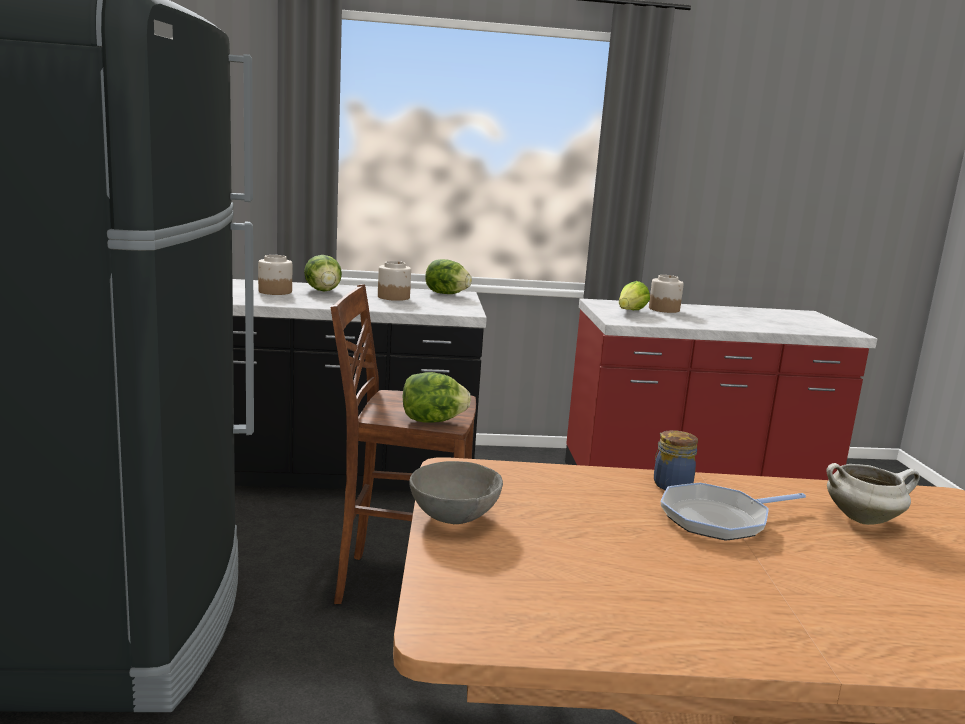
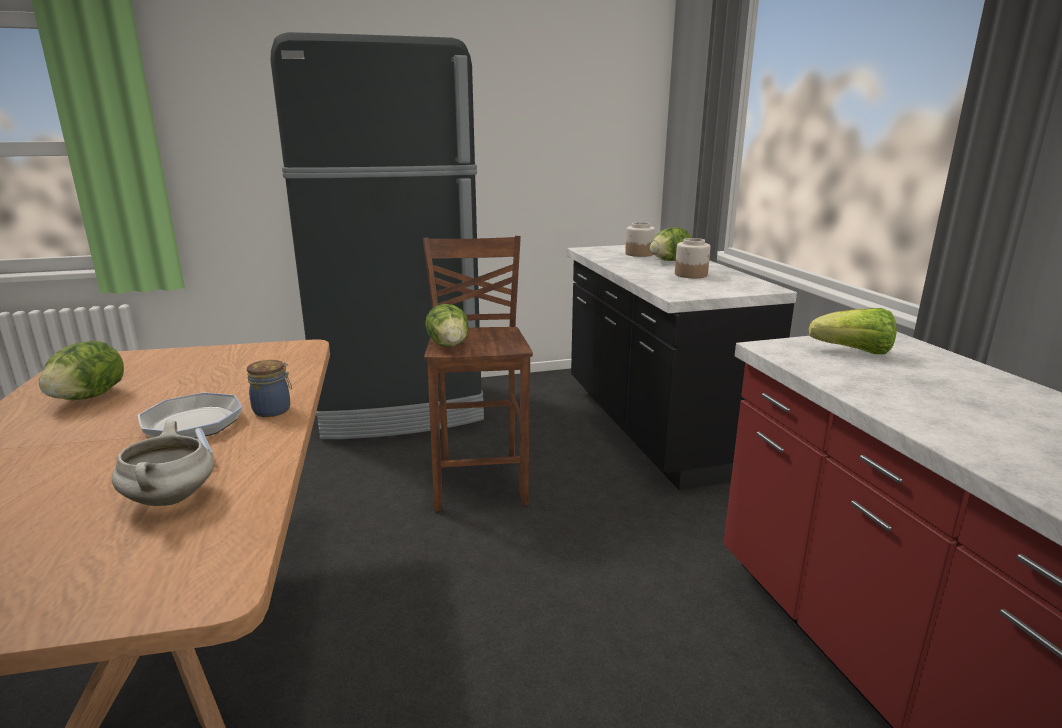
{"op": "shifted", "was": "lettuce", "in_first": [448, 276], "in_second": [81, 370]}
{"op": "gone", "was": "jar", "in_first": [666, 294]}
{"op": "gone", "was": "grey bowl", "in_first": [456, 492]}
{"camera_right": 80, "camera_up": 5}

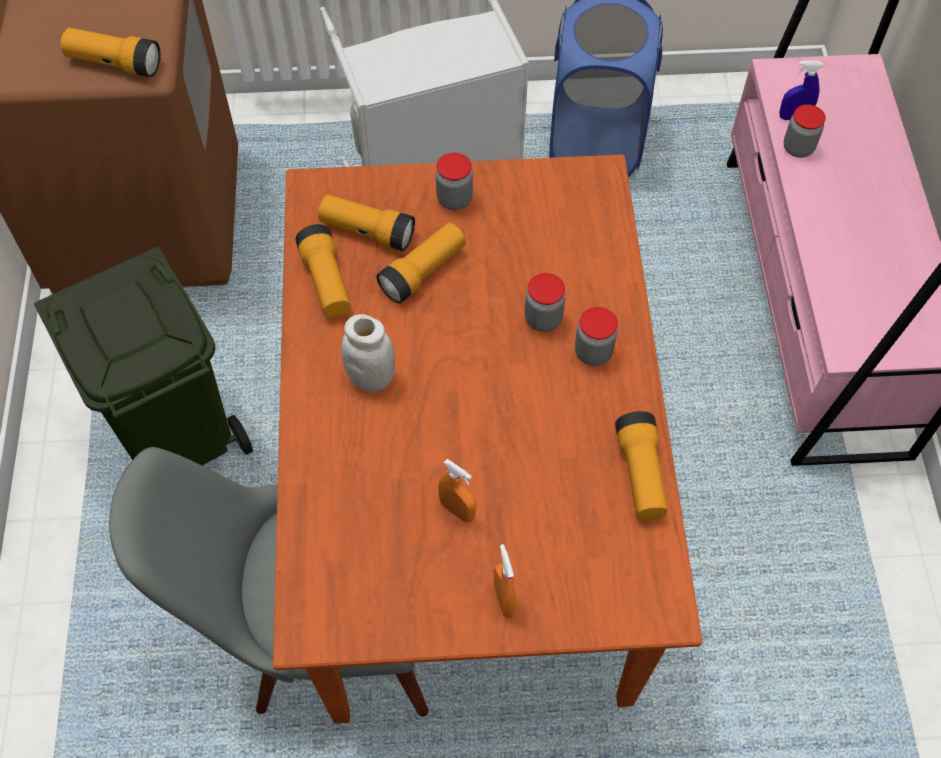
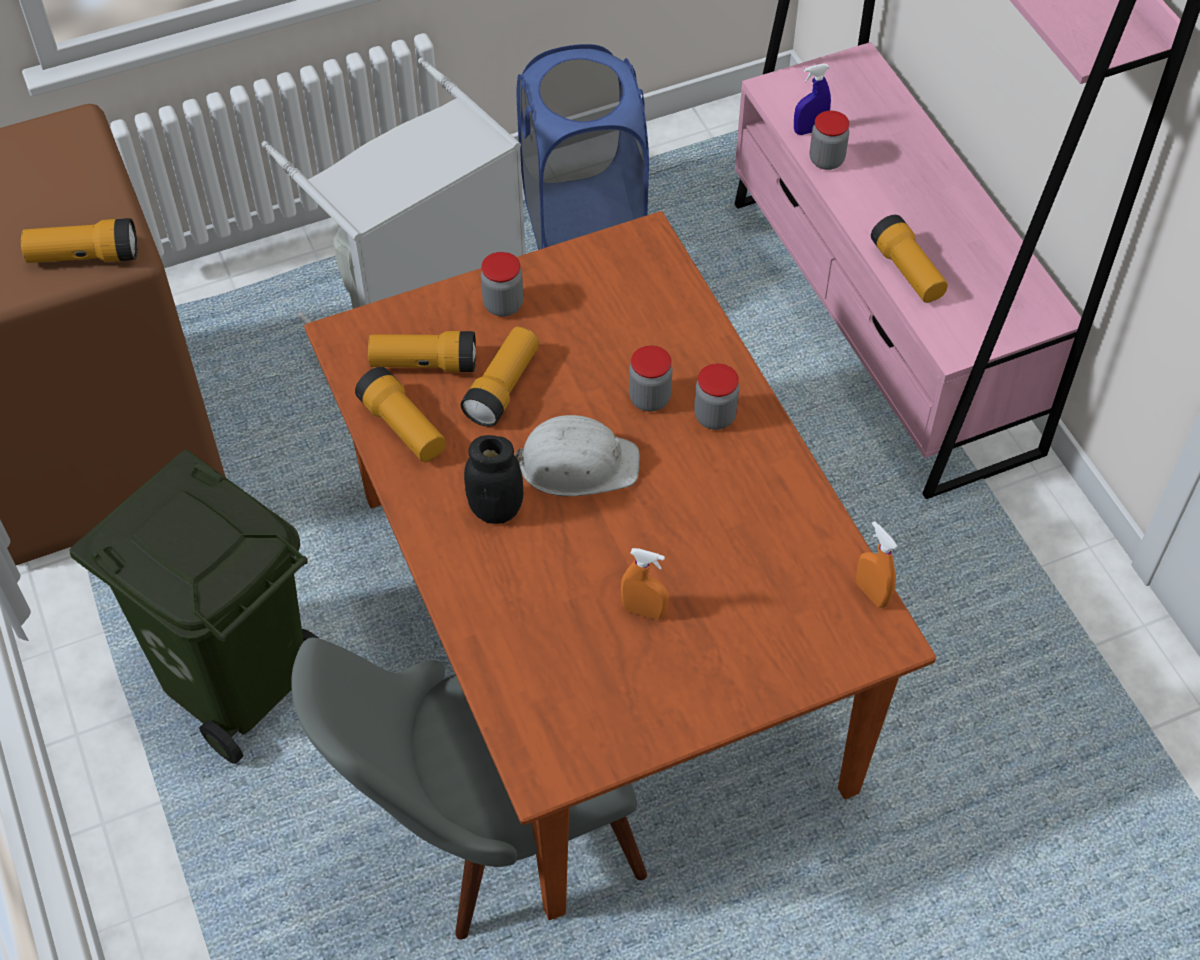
{"op": "repainted", "was": "white jar", "now": "black jar", "in_first": [368, 353], "in_second": [493, 479]}
{"op": "shifted", "was": "flashlight", "in_first": [641, 465], "in_second": [909, 259]}
{"op": "shifted", "was": "orange spray bottle", "in_first": [505, 581], "in_second": [876, 564]}
{"op": "new", "now": "white hard hat", "in_second": [577, 455]}
{"camera_right": -20, "camera_up": -5}

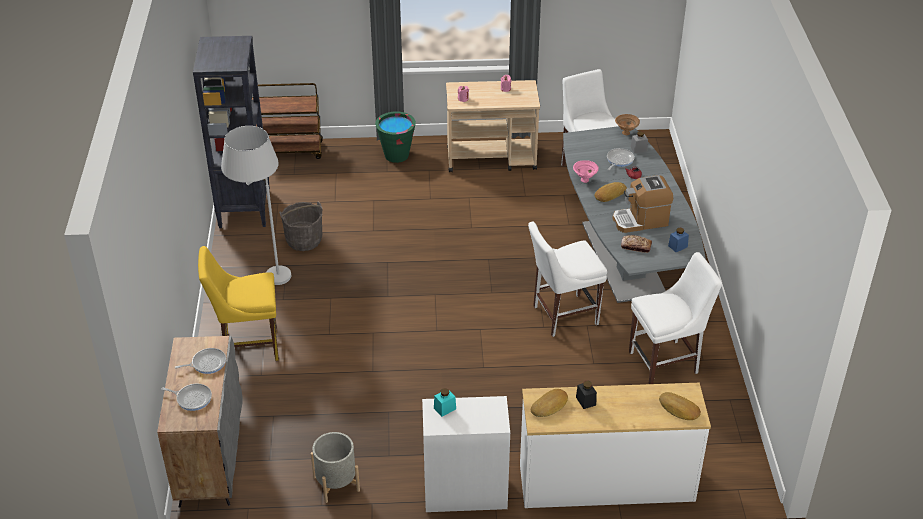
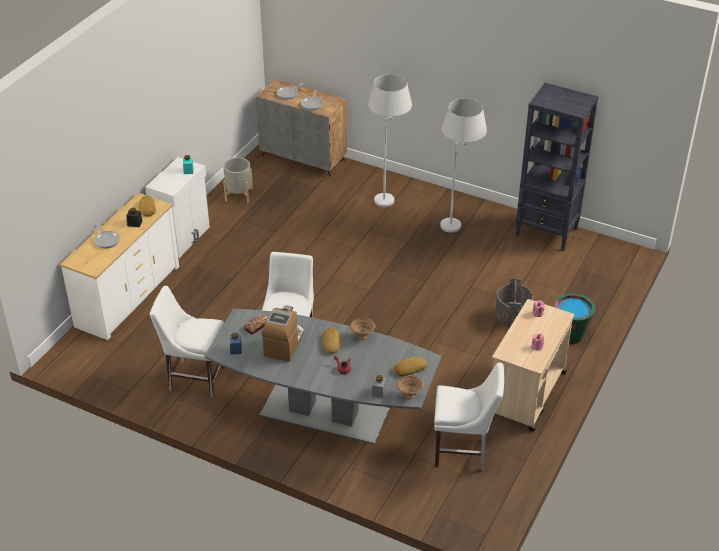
{"op": "gone", "was": "brown cart", "in_first": [287, 121]}
{"op": "shifted", "was": "frying pan", "in_first": [620, 159], "in_second": [107, 236]}
{"op": "repainted", "was": "pink bowl", "now": "brown bowl", "in_first": [586, 171], "in_second": [362, 329]}
{"op": "shifted", "was": "grey bucket", "in_first": [301, 226], "in_second": [515, 302]}
{"op": "swapped", "was": "yellow chair", "now": "white floor lamp", "in_first": [238, 303], "in_second": [390, 140]}
{"op": "rotated", "was": "white chair", "in_first": [675, 318], "in_second": [187, 341], "clockwise": 90}
{"op": "shifted", "was": "bread", "in_first": [680, 406], "in_second": [410, 366]}
{"camera_right": 120, "camera_up": 0}

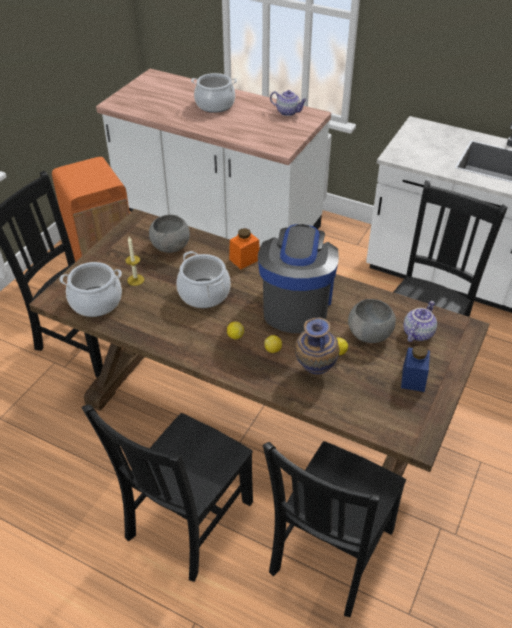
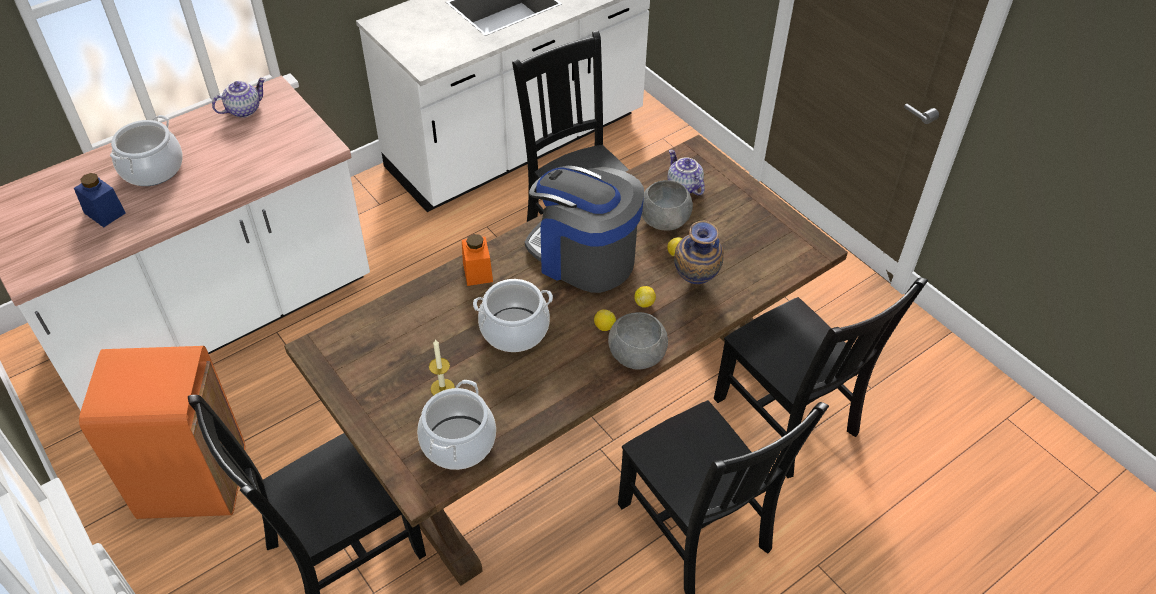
{"op": "shifted", "was": "grey bowl", "in_first": [169, 234], "in_second": [638, 341]}
{"op": "shifted", "was": "blue jar", "in_first": [415, 369], "in_second": [99, 200]}
{"camera_right": -65, "camera_up": 5}

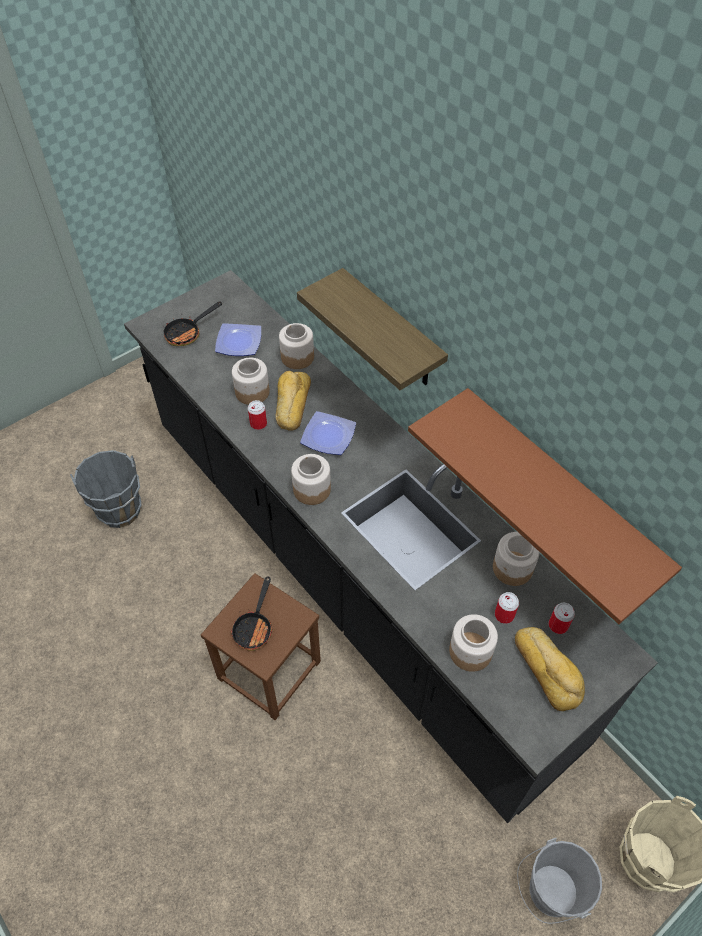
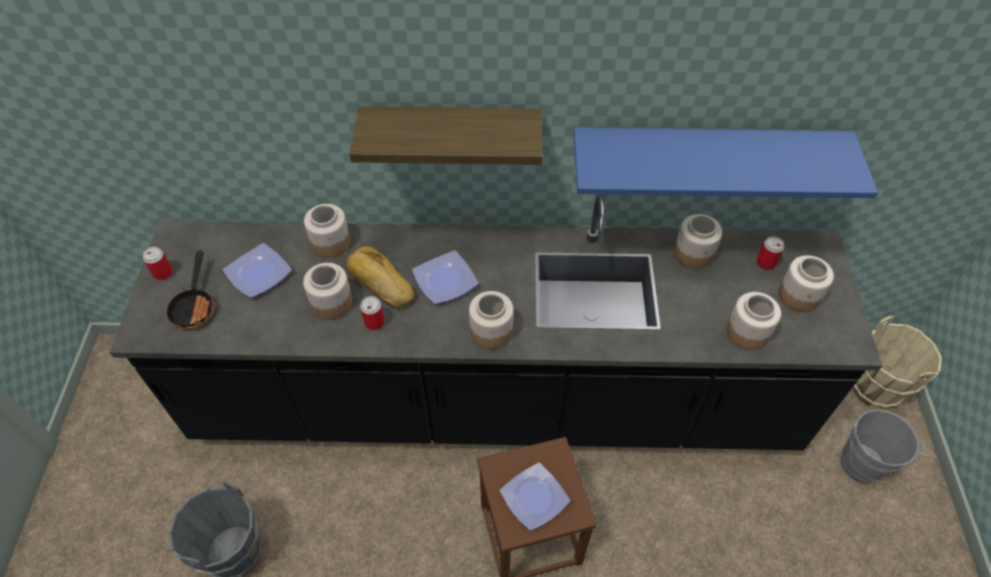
{"op": "repainted", "was": "brown shelf", "now": "blue shelf", "in_first": [545, 506], "in_second": [725, 162]}
{"op": "swapped", "was": "frying pan", "now": "plate", "in_first": [251, 613], "in_second": [535, 497]}
{"op": "shifted", "was": "can", "in_first": [507, 608], "in_second": [158, 263]}
{"op": "swapped", "was": "bread", "now": "jar", "in_first": [550, 669], "in_second": [806, 283]}
{"camera_right": -50, "camera_up": 0}

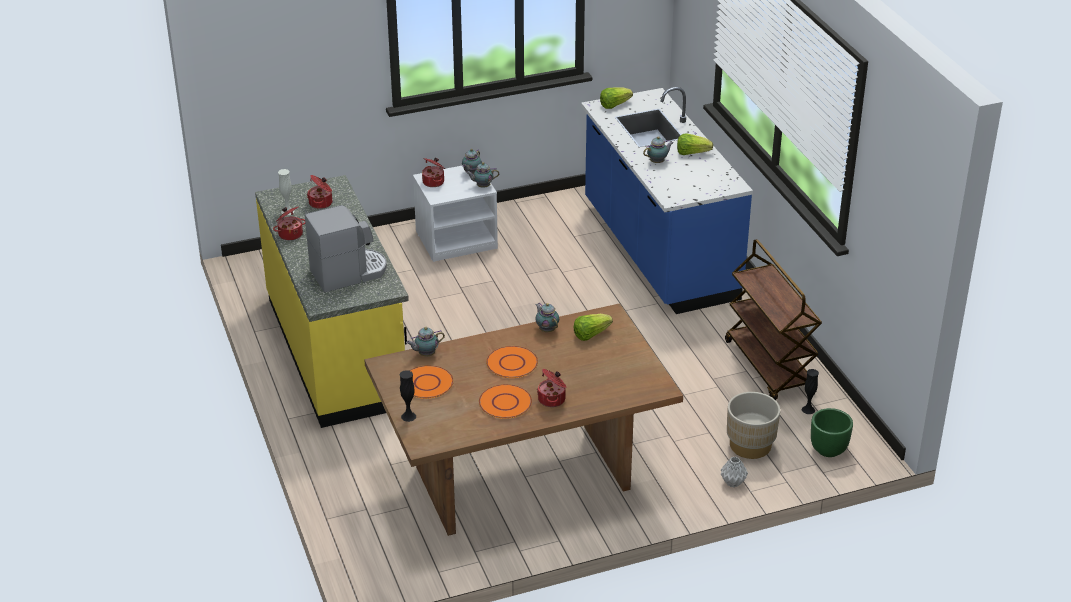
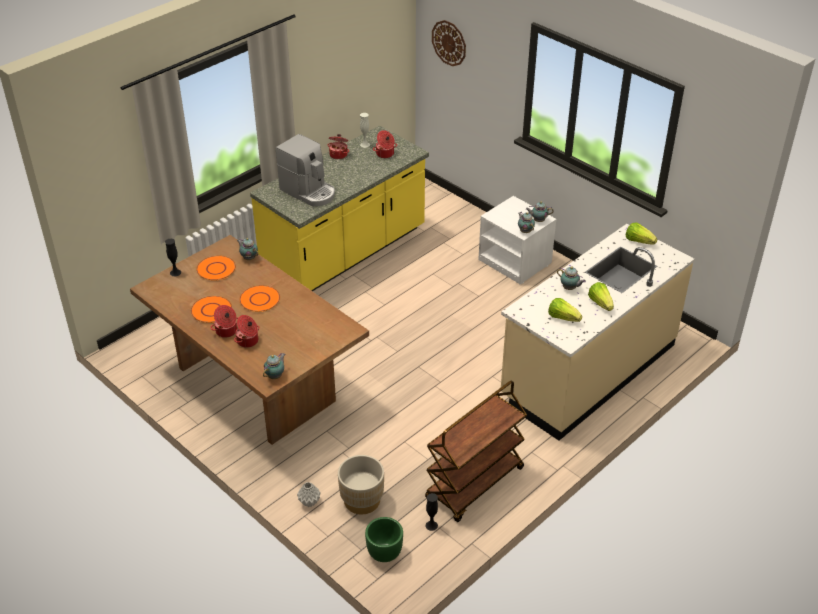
{"op": "repainted", "was": "blue counter", "now": "beige counter", "in_first": [667, 200], "in_second": [598, 332]}
{"op": "shifted", "was": "cooking pot", "in_first": [433, 172], "in_second": [247, 331]}
{"op": "shifted", "was": "teapot", "in_first": [547, 317], "in_second": [274, 366]}
{"op": "shifted", "was": "lettuce", "in_first": [593, 327], "in_second": [565, 310]}
{"op": "new", "now": "wall clock", "in_second": [449, 43]}
{"camera_right": 65, "camera_up": 5}

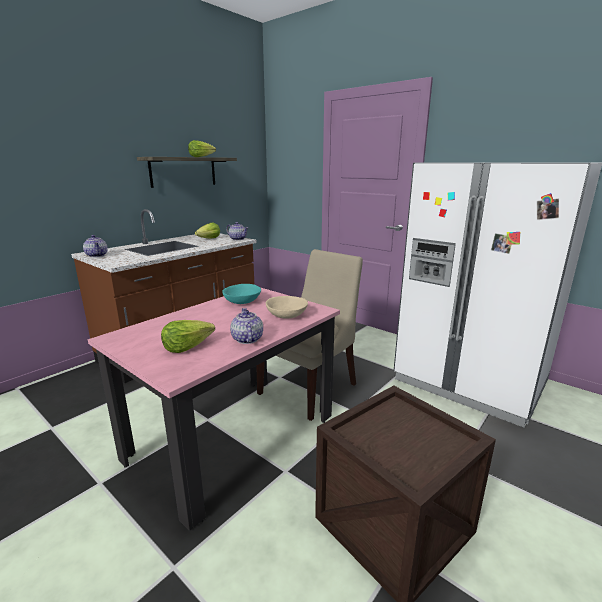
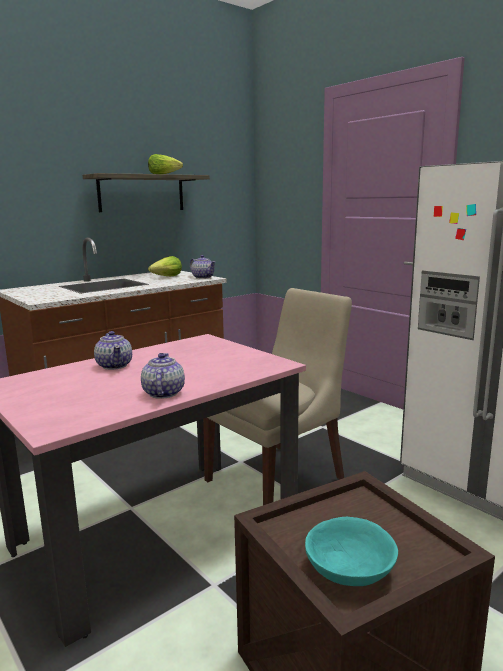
{"op": "shifted", "was": "teapot", "in_first": [95, 246], "in_second": [113, 350]}
{"op": "shifted", "was": "turquoise bowl", "in_first": [241, 294], "in_second": [351, 551]}
{"op": "gone", "was": "beige bowl", "in_first": [287, 307]}
{"op": "gone", "was": "lettuce", "in_first": [188, 336]}
{"camera_right": 10, "camera_up": -5}

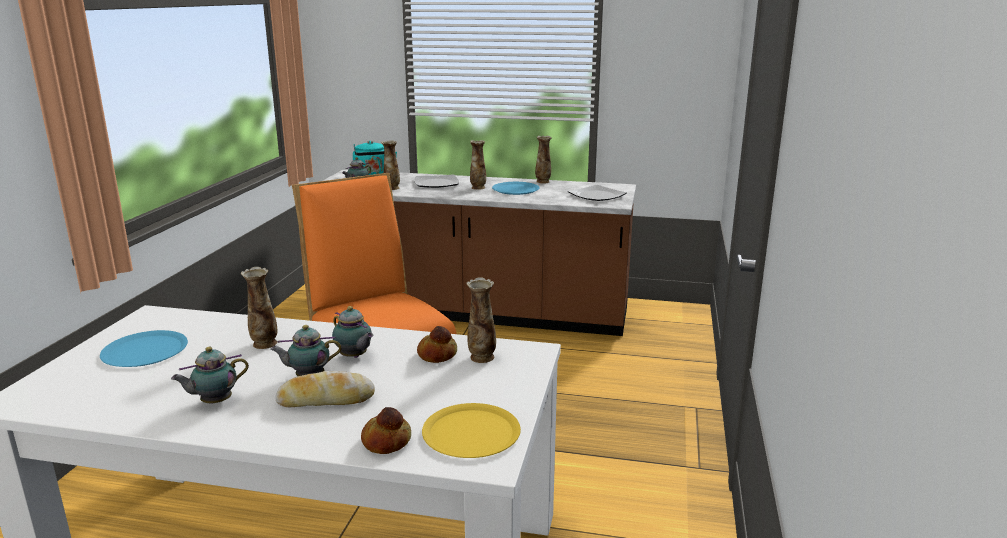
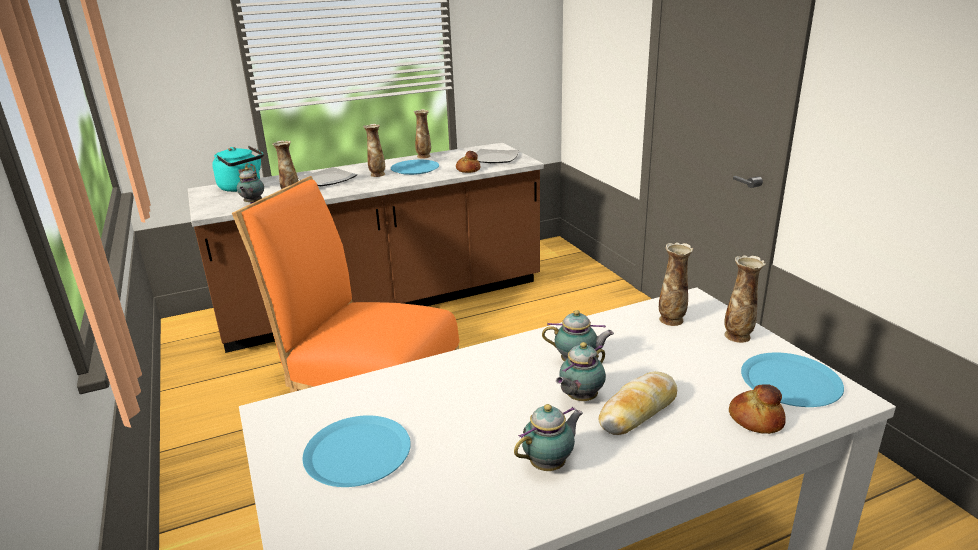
{"op": "shifted", "was": "vase", "in_first": [259, 308], "in_second": [745, 299]}
{"op": "shifted", "was": "bread", "in_first": [437, 344], "in_second": [468, 162]}
{"op": "rotated", "was": "teapot", "in_first": [210, 375], "in_second": [548, 437], "clockwise": -150}
{"op": "repainted", "was": "yellow plate", "now": "blue plate", "in_first": [471, 430], "in_second": [792, 380]}
{"camera_right": -35, "camera_up": 5}

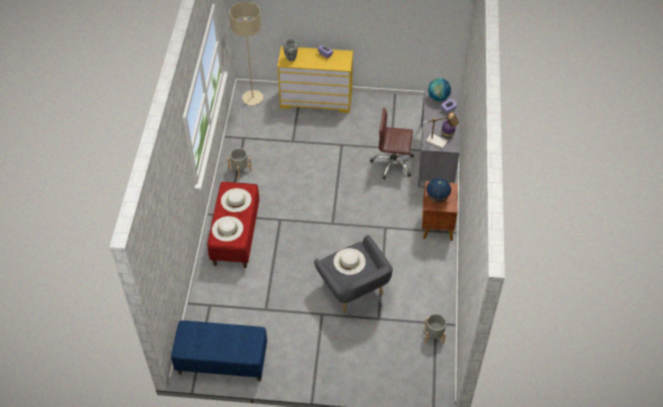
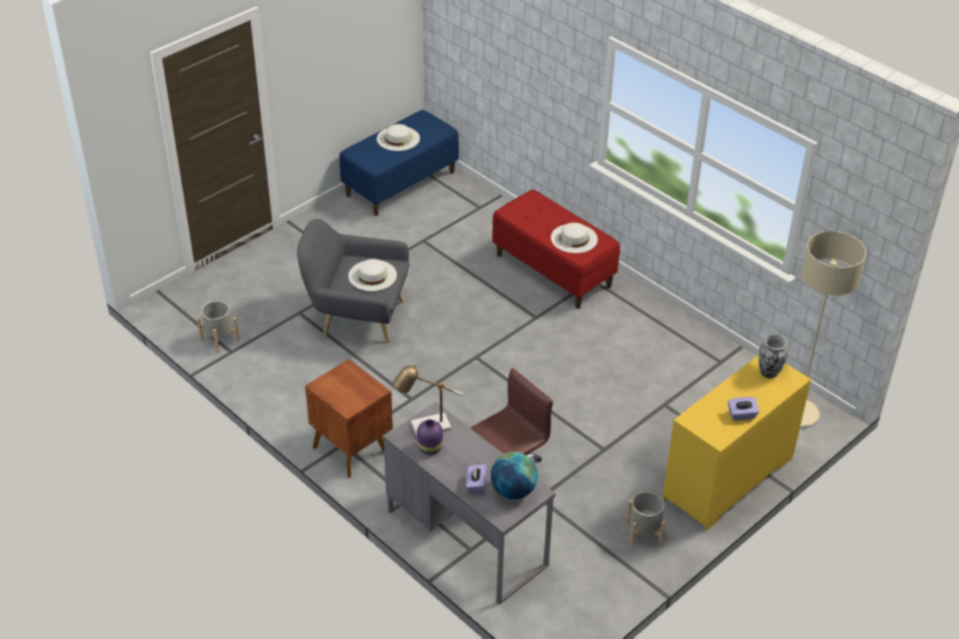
{"op": "shifted", "was": "grey planter", "in_first": [239, 163], "in_second": [646, 519]}
{"op": "gone", "was": "globe", "in_first": [439, 190]}
{"op": "shifted", "was": "white hat", "in_first": [227, 228], "in_second": [398, 137]}
{"camera_right": 130, "camera_up": -10}

